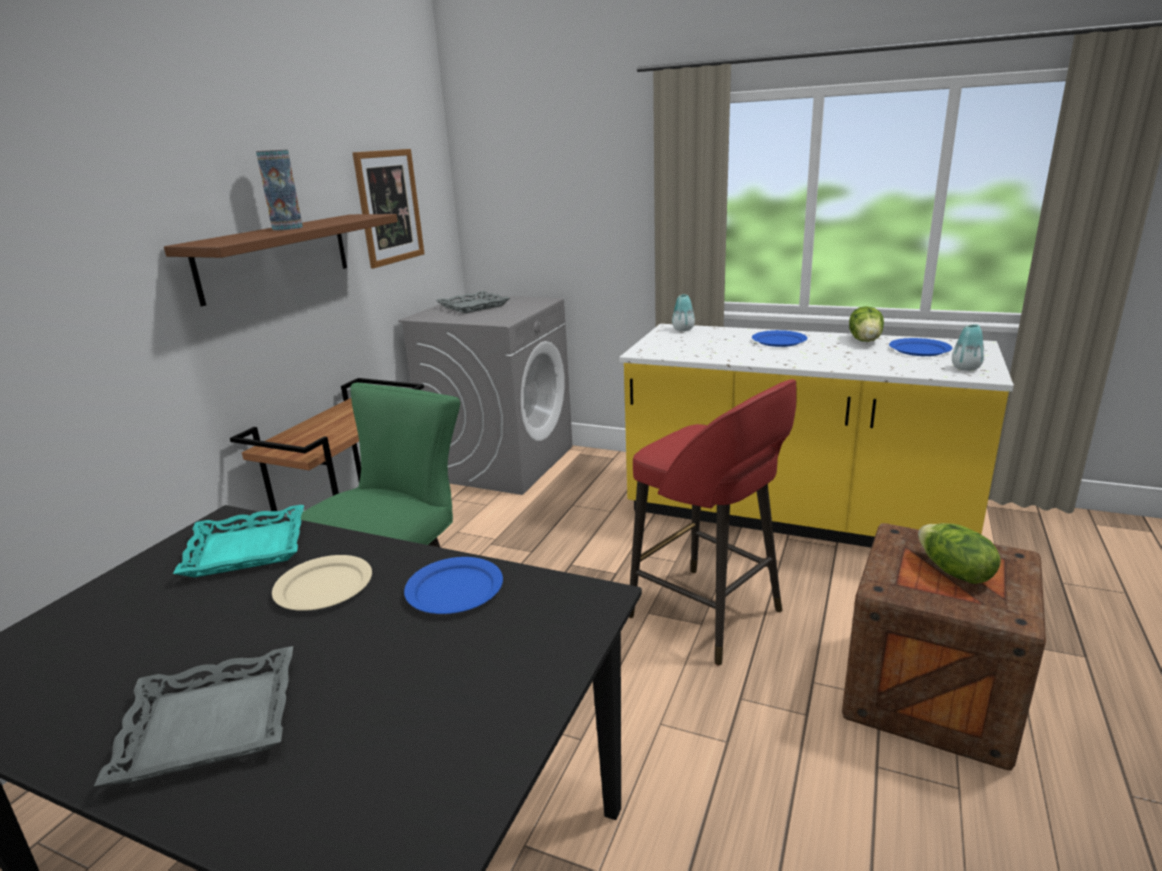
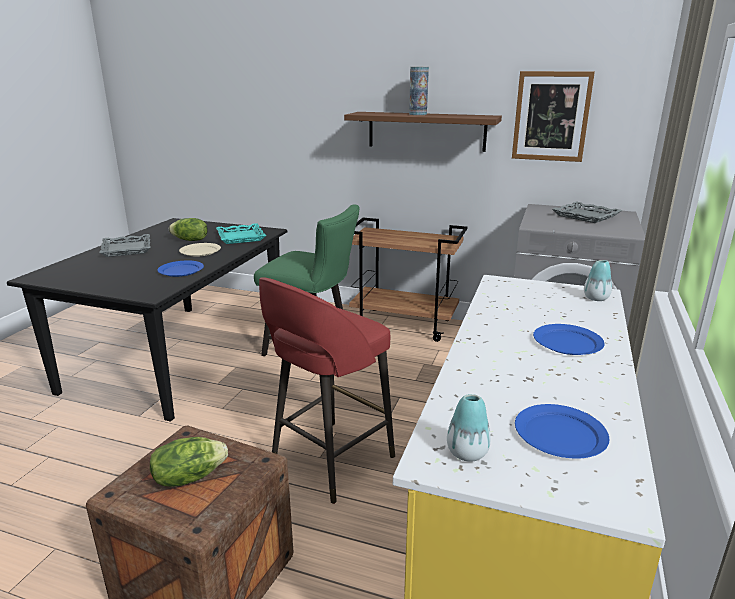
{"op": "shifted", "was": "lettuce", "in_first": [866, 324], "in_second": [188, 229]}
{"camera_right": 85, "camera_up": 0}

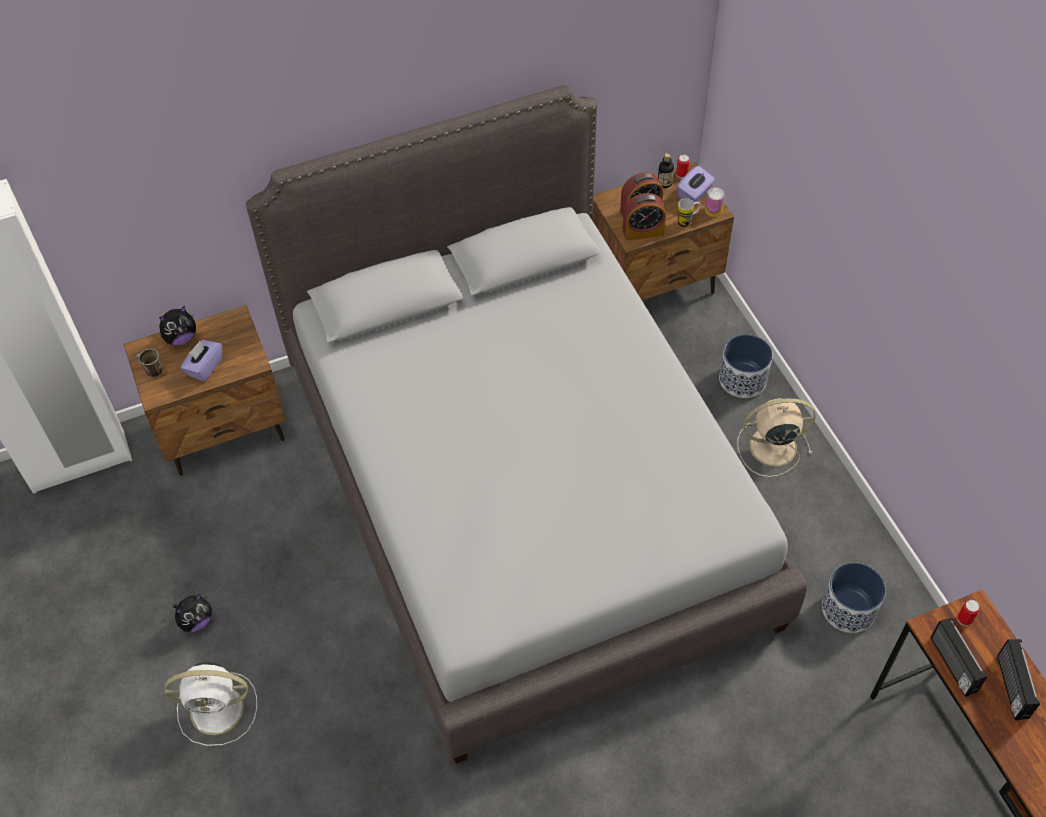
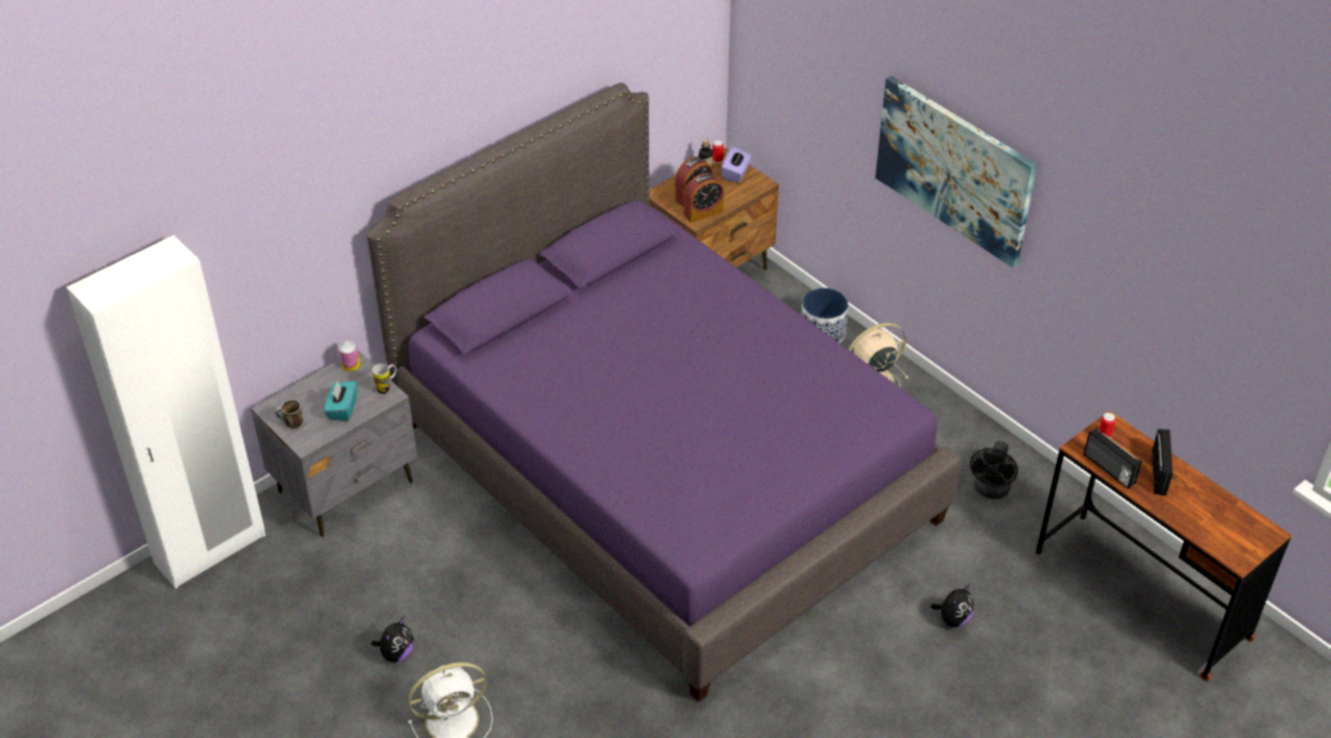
{"op": "repainted", "was": "grey bed", "now": "purple bed", "in_first": [526, 424], "in_second": [664, 392]}
{"op": "shifted", "was": "can", "in_first": [715, 202], "in_second": [349, 356]}
{"op": "shifted", "was": "mug", "in_first": [689, 212], "in_second": [384, 378]}
{"op": "repainted", "was": "brown nightstand", "now": "grey nightstand", "in_first": [205, 390], "in_second": [334, 443]}
{"op": "shifted", "was": "plush toy", "in_first": [177, 325], "in_second": [952, 605]}
{"op": "repainted", "was": "purple tissue box", "now": "turquoise tissue box", "in_first": [201, 361], "in_second": [340, 401]}
{"op": "swapped", "was": "planter", "now": "black fan", "in_first": [854, 597], "in_second": [994, 470]}
{"op": "rotated", "was": "radio", "in_first": [1018, 679], "in_second": [1162, 462], "clockwise": -150}
{"op": "new", "now": "picture", "in_second": [956, 172]}
{"camera_right": -20, "camera_up": -10}

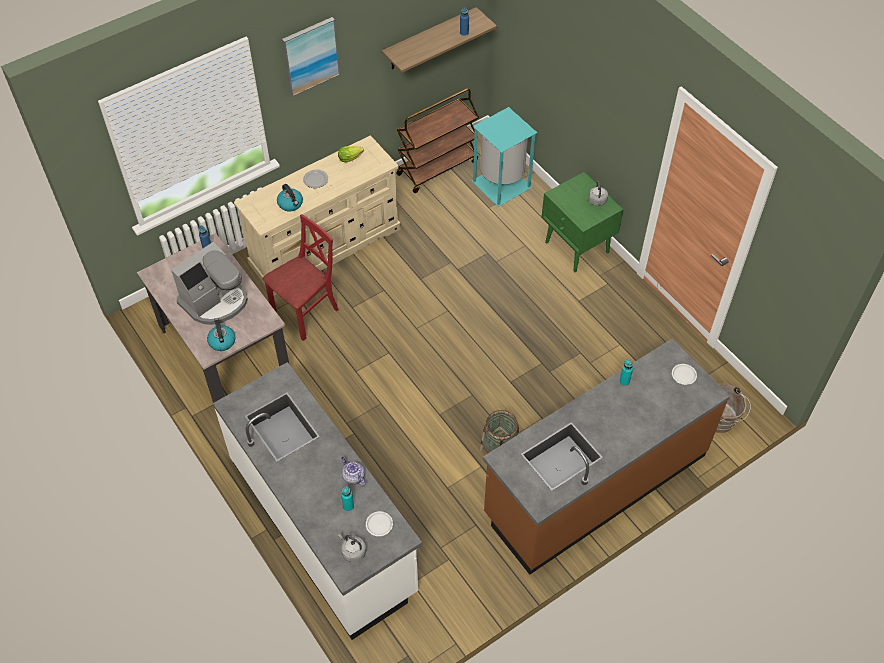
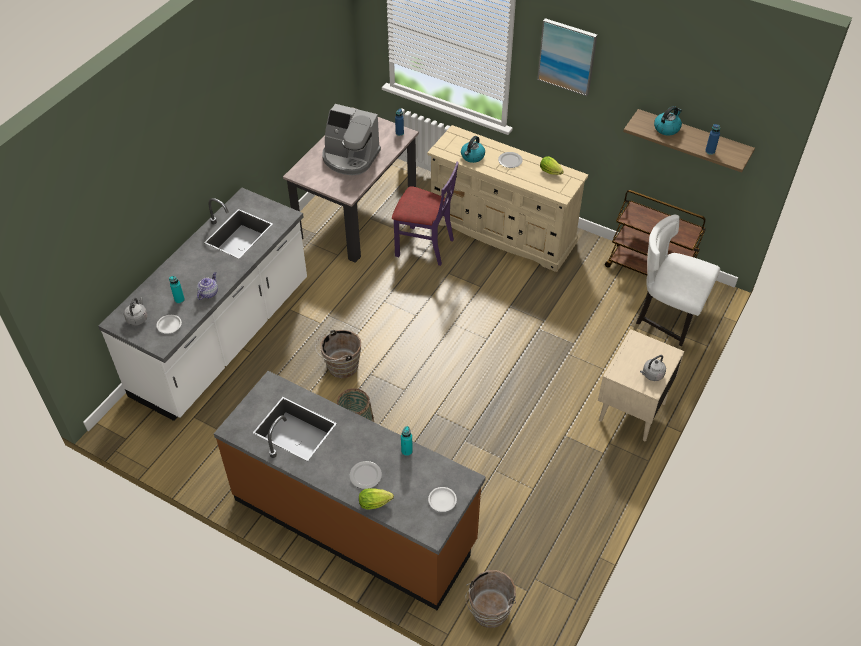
{"op": "swapped", "was": "turquoise trash can", "now": "white chair", "in_first": [504, 157], "in_second": [676, 282]}
{"op": "repainted", "was": "green nightstand", "now": "beige nightstand", "in_first": [583, 222], "in_second": [641, 385]}
{"op": "repainted", "was": "red chair", "now": "purple chair", "in_first": [300, 277], "in_second": [425, 214]}
{"op": "shifted", "was": "kettle", "in_first": [221, 334], "in_second": [668, 120]}
{"op": "new", "now": "brown bucket", "in_second": [338, 354]}
{"op": "new", "now": "plate", "in_second": [366, 475]}
{"op": "new", "now": "lettuce", "in_second": [376, 499]}
{"camera_right": 65, "camera_up": -5}

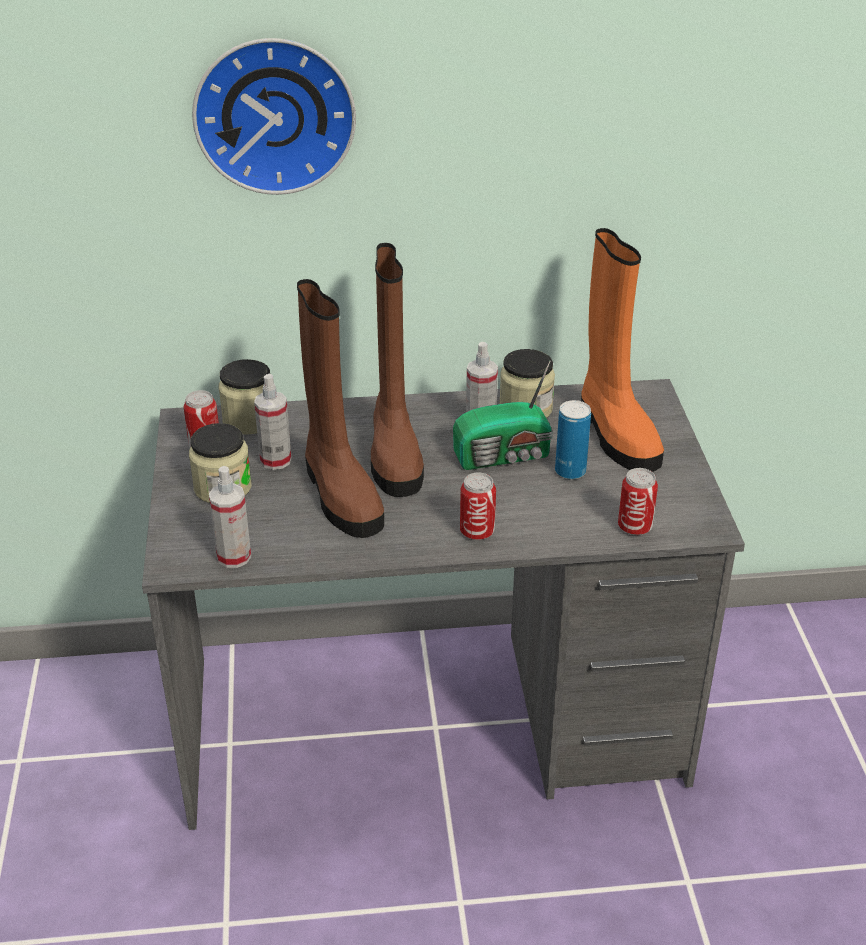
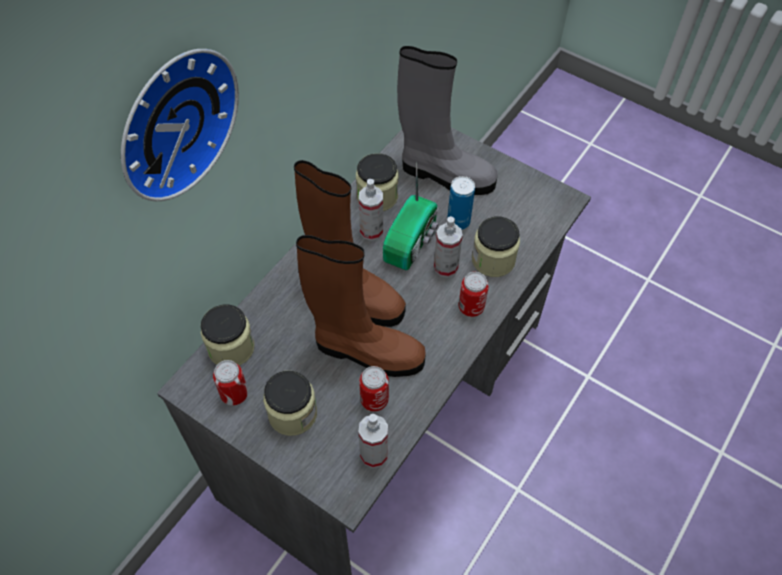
{"op": "repainted", "was": "orange boot", "now": "grey boot", "in_first": [622, 350], "in_second": [447, 120]}
{"op": "shifted", "was": "spray bottle", "in_first": [272, 422], "in_second": [448, 247]}
{"op": "shifted", "was": "can", "in_first": [638, 502], "in_second": [374, 389]}
{"op": "new", "now": "jar", "in_second": [496, 246]}
{"camera_right": -50, "camera_up": 20}

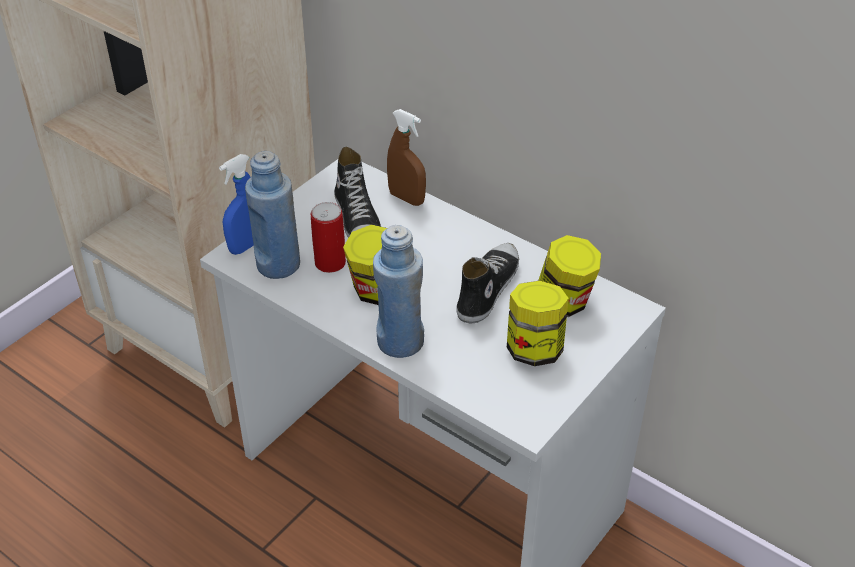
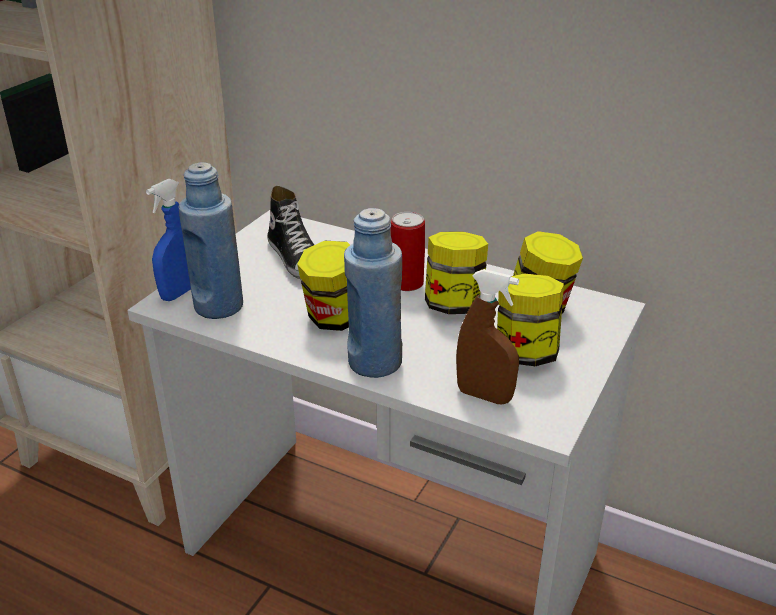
{"op": "shifted", "was": "brown spray bottle", "in_first": [406, 157], "in_second": [487, 336]}
{"op": "shifted", "was": "can", "in_first": [328, 237], "in_second": [407, 251]}
{"op": "swapped", "was": "shoe", "now": "jar", "in_first": [488, 283], "in_second": [456, 272]}
{"camera_right": -10, "camera_up": -10}

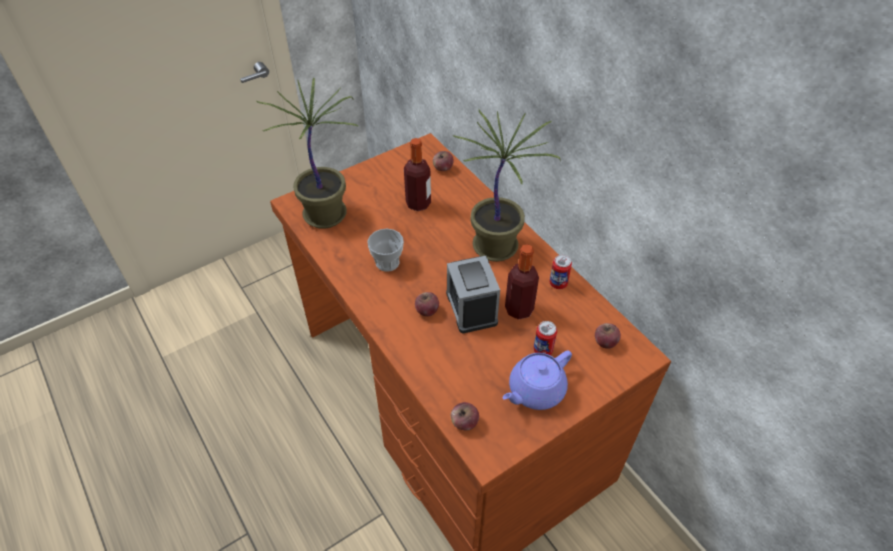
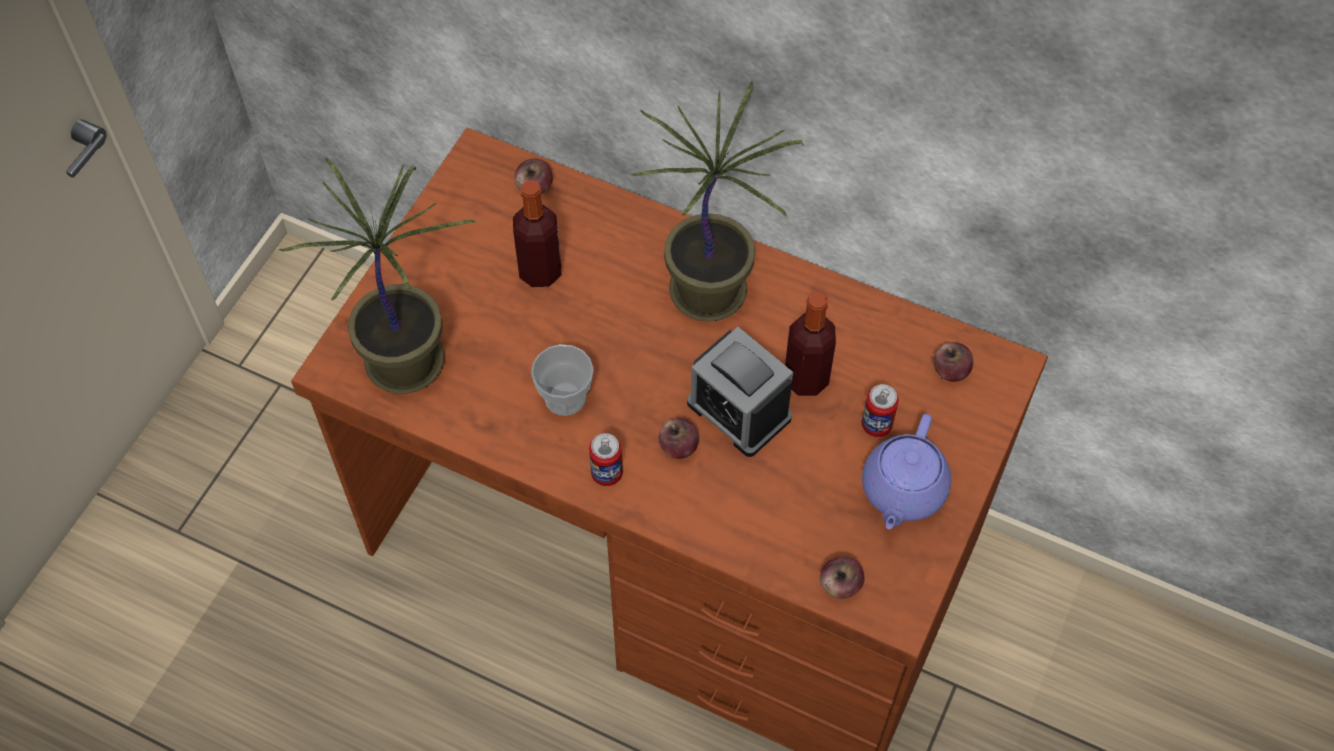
{"op": "shifted", "was": "can", "in_first": [560, 272], "in_second": [606, 459]}
{"camera_right": -30, "camera_up": 10}

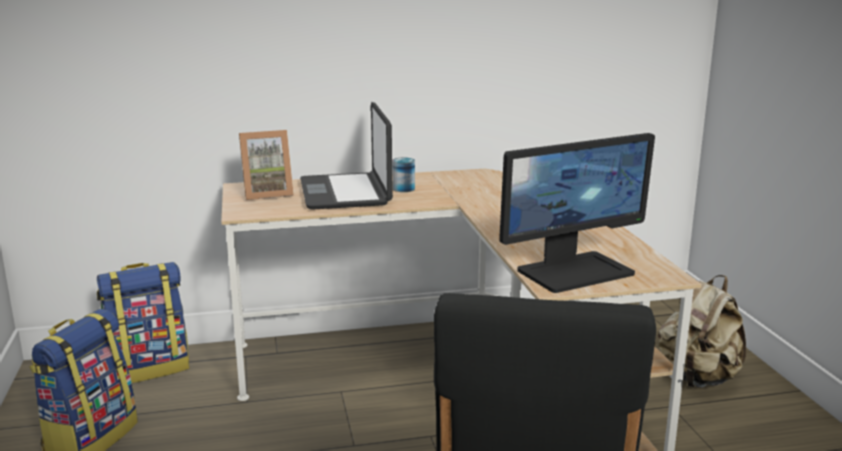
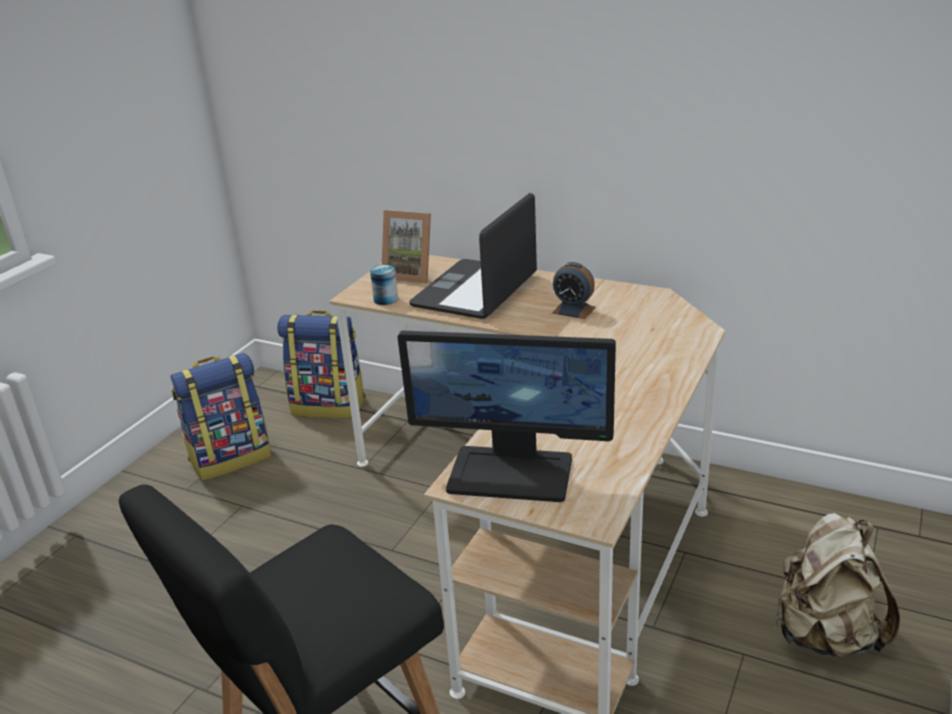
{"op": "shifted", "was": "can", "in_first": [403, 174], "in_second": [384, 284]}
{"op": "new", "now": "alarm clock", "in_second": [574, 290]}
{"camera_right": 40, "camera_up": 10}

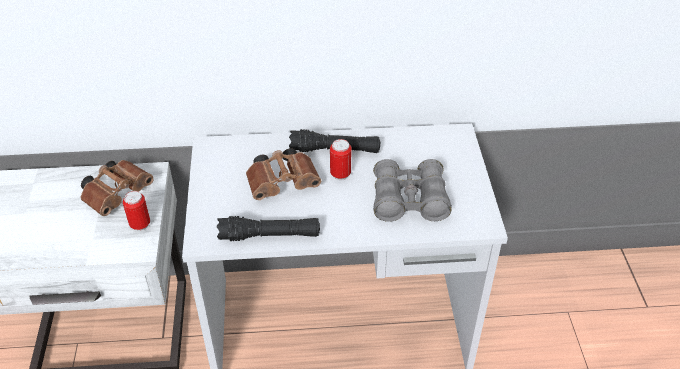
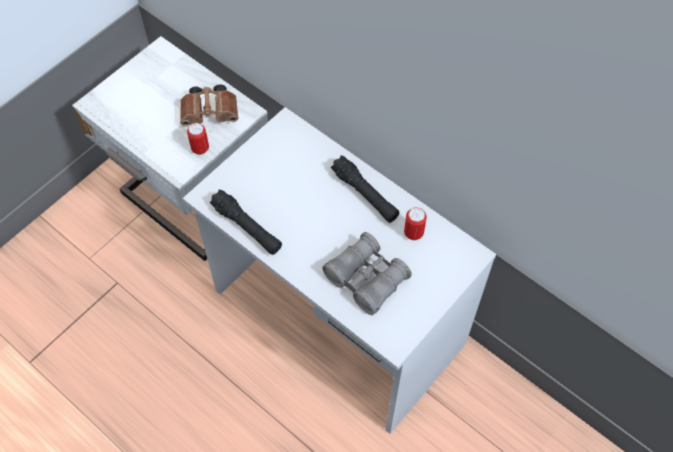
{"op": "shifted", "was": "can", "in_first": [341, 159], "in_second": [415, 223]}
{"op": "gone", "was": "brown binoculars", "in_first": [283, 174]}
{"camera_right": 45, "camera_up": 15}

